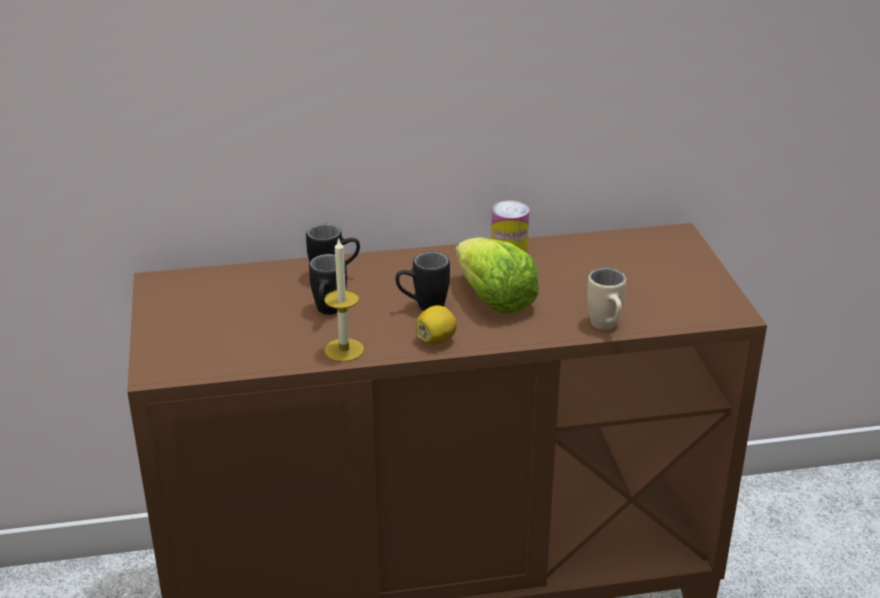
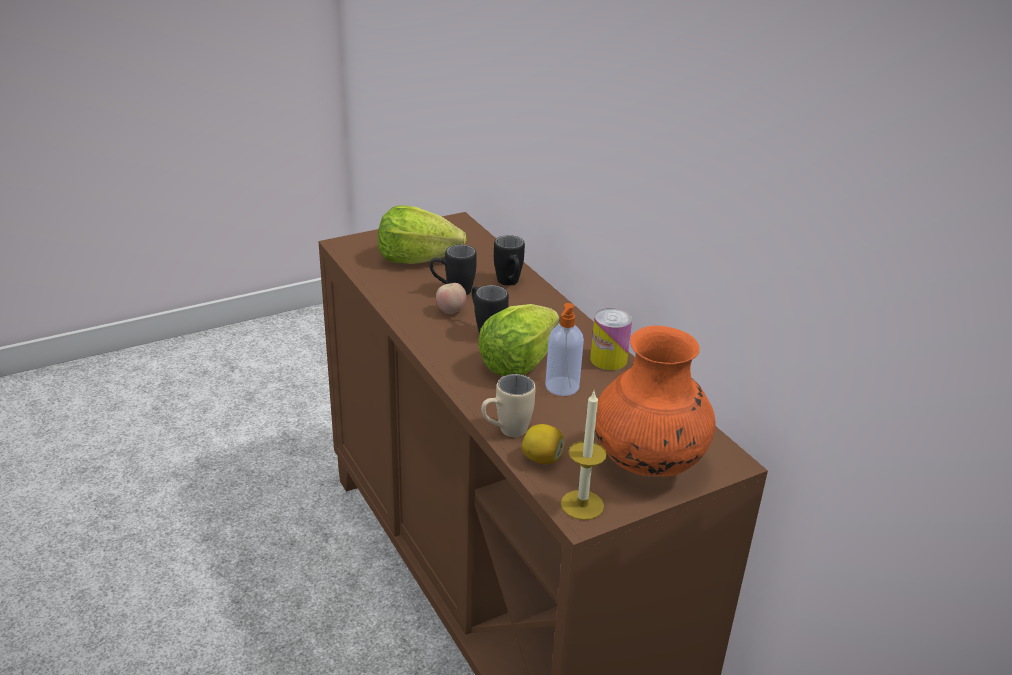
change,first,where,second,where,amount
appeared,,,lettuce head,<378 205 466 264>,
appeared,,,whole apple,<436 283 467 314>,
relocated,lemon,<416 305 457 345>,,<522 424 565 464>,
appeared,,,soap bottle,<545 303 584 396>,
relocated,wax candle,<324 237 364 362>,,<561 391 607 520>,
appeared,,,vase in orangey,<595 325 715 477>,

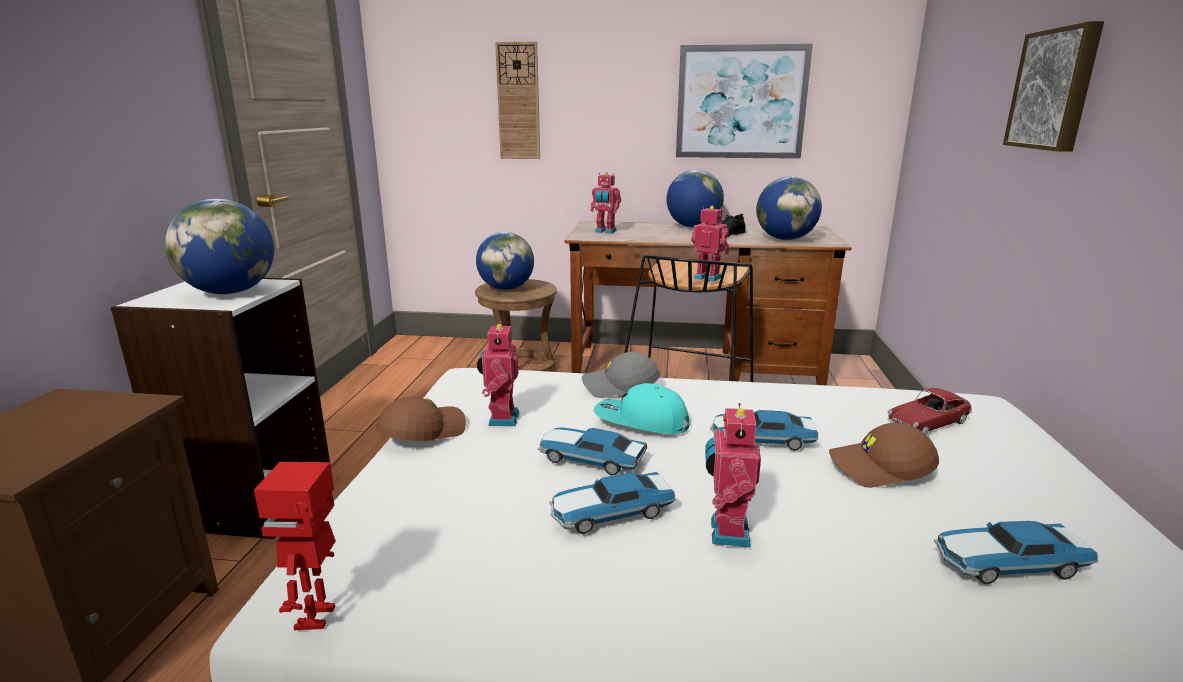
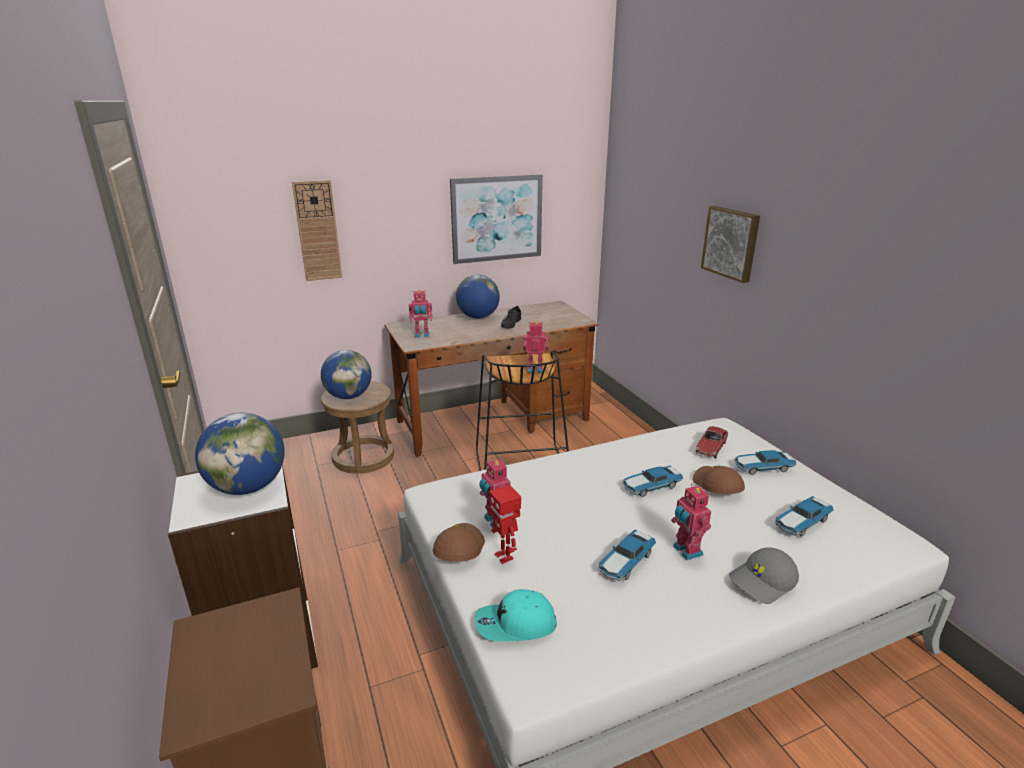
change,first,where,second,where,amount
relocated,baseball cap in turquoise,<594 383 689 434>,,<475 589 557 642>,
relocated,model robot,<254 462 336 630>,,<489 485 521 564>,
spun,baseball cap in brown-coloured,<829 423 939 488>,,<693 466 745 494>,105 degrees clockwise
relocated,baseball cap in grey,<582 352 660 398>,,<729 547 799 604>,
relocated,toy car,<538 427 647 475>,,<734 450 796 475>,
missing,globe,<756 176 822 240>,,,

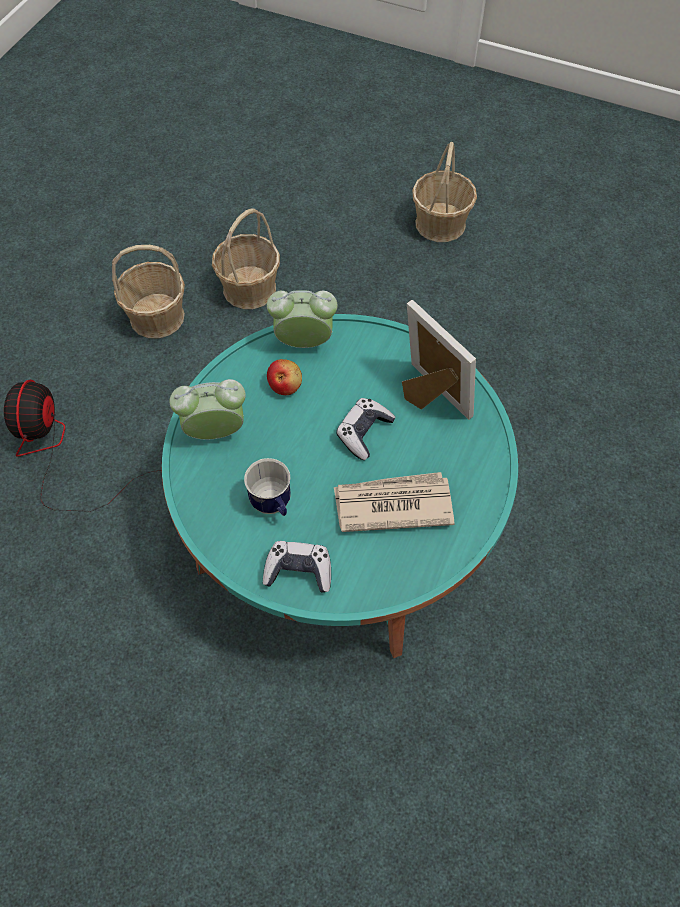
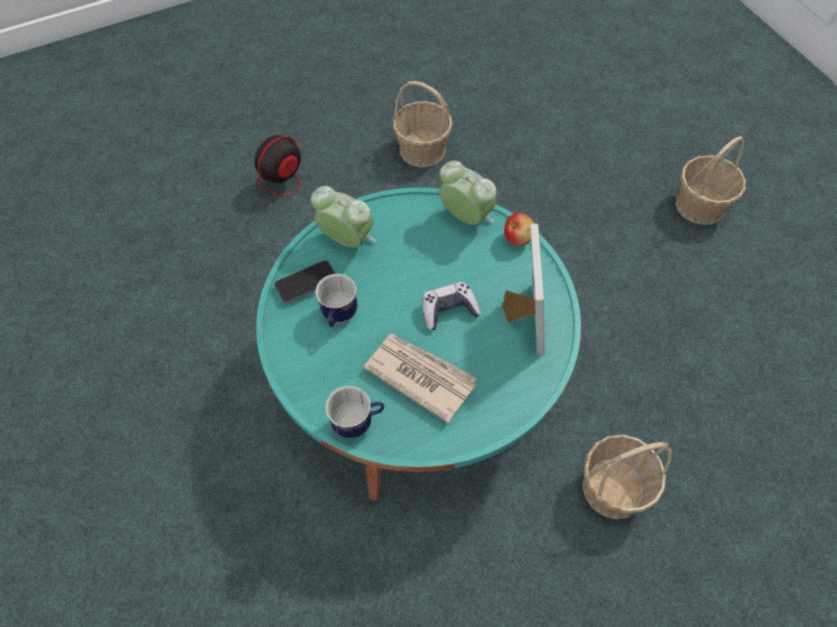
change,first,where,second,where,amount
appeared,,,handset,<274 260 336 304>,
appeared,,,mug,<326 386 384 439>,
relocated,whole apple,<267 359 302 395>,,<504 213 534 246>,
relocated,basket,<212 208 280 309>,,<582 434 672 519>,
missing,joypad,<263 541 331 593>,,,

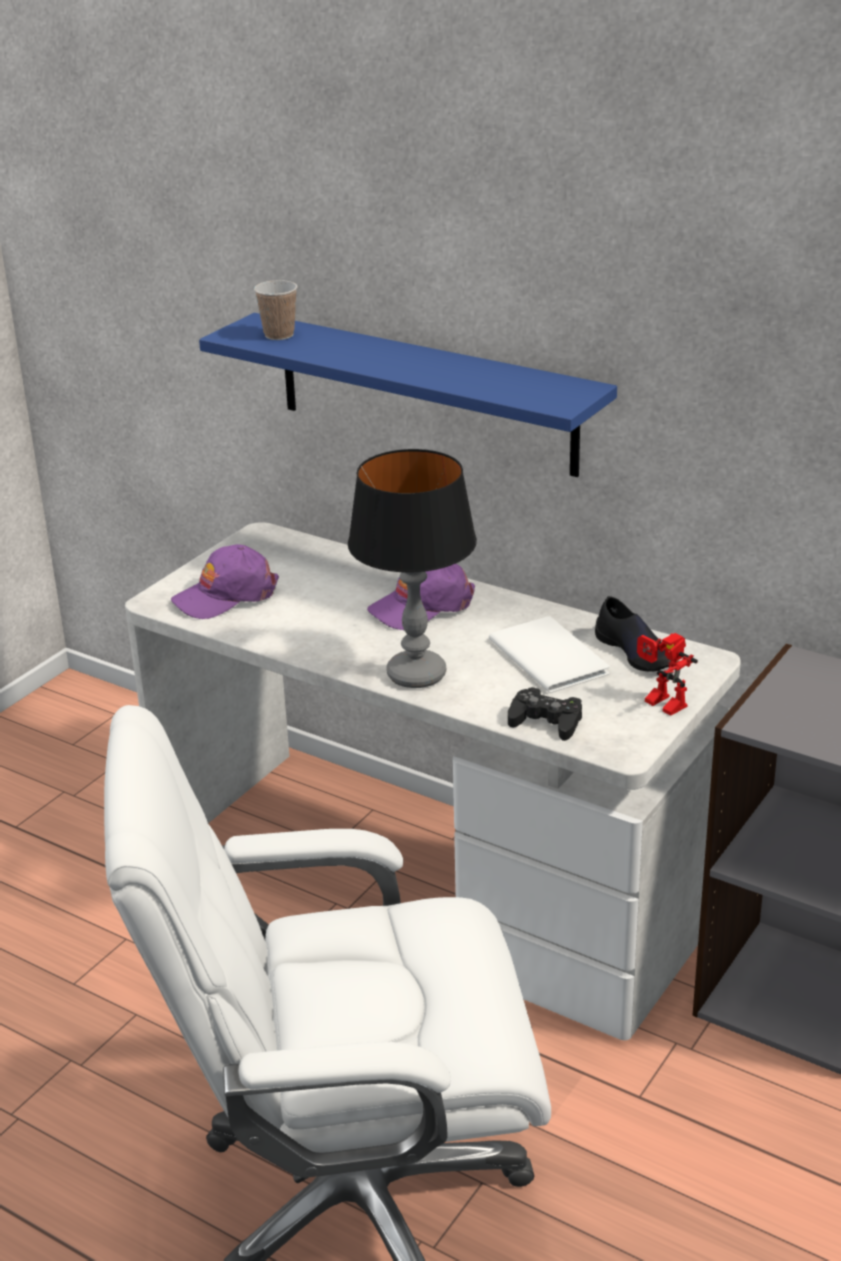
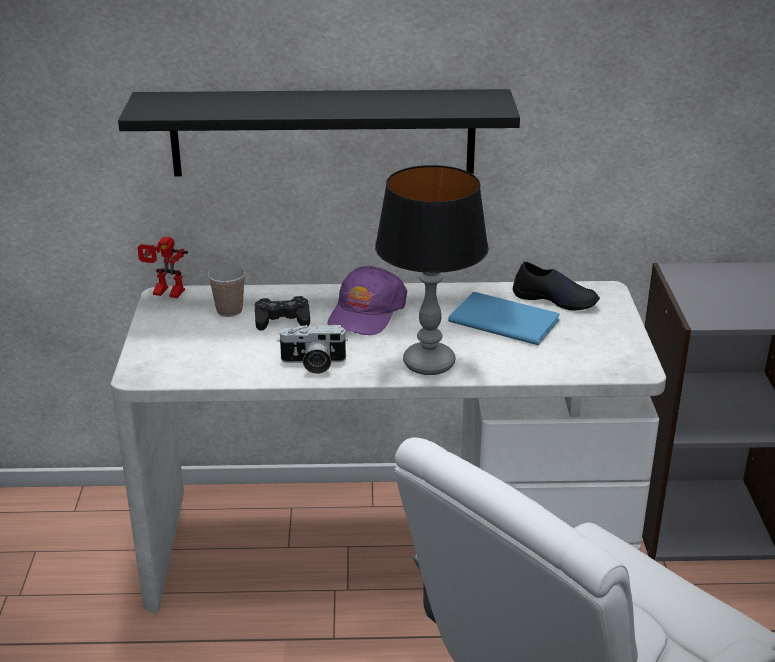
change,first,where,second,where,amount
colour,shelf in blue,<199 313 617 477>,shelf in black,<118 89 520 176>,
relocated,model robot,<637 633 698 716>,,<137 237 188 298>,
relocated,drinking cup,<254 280 297 340>,,<208 264 246 317>,
relocated,joypad in black,<508 687 582 741>,,<255 296 310 331>,
appeared,,,still camera,<278 325 348 374>,
colour,bound book in white,<489 616 610 693>,bound book in blue,<448 292 560 345>,
missing,baseball cap in purple-coloured,<171 544 279 619>,,,

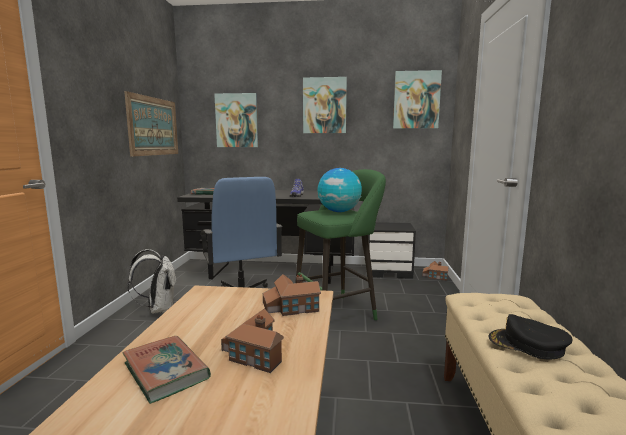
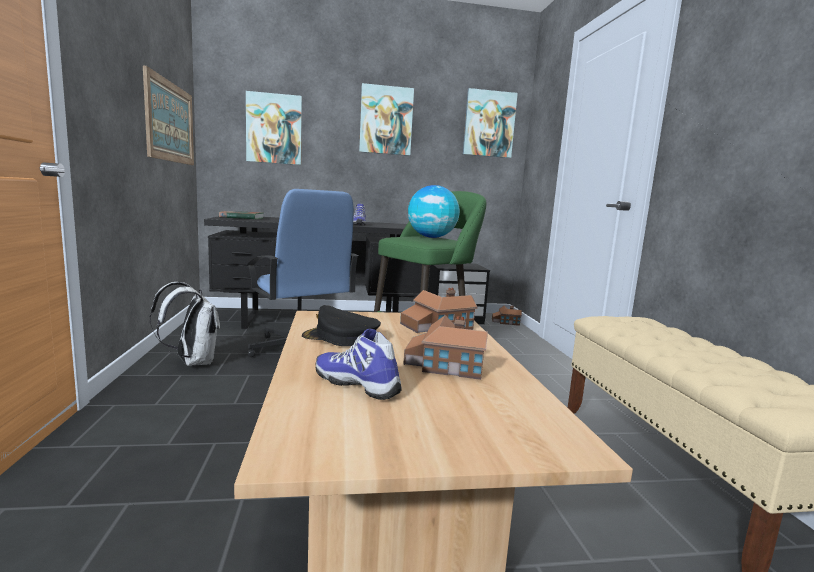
change,first,where,second,where,amount
relocated,baseball cap in black,<489 314 572 359>,,<302 305 381 346>,
exchanged,bound book,<123 336 211 404>,low shoe,<316 329 402 400>,

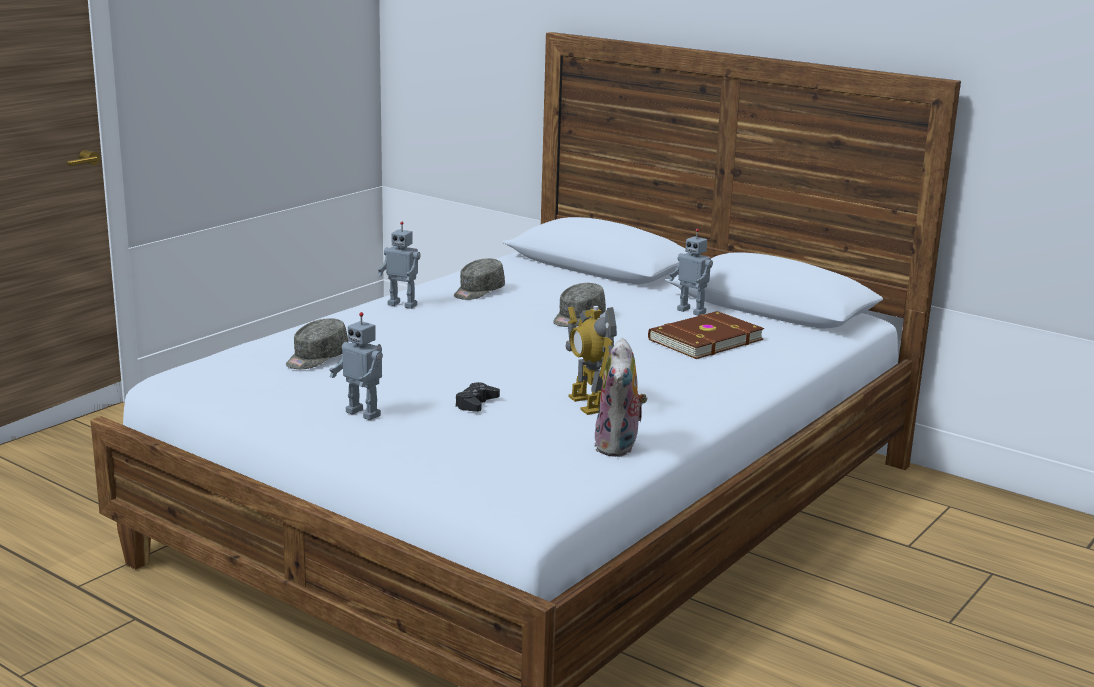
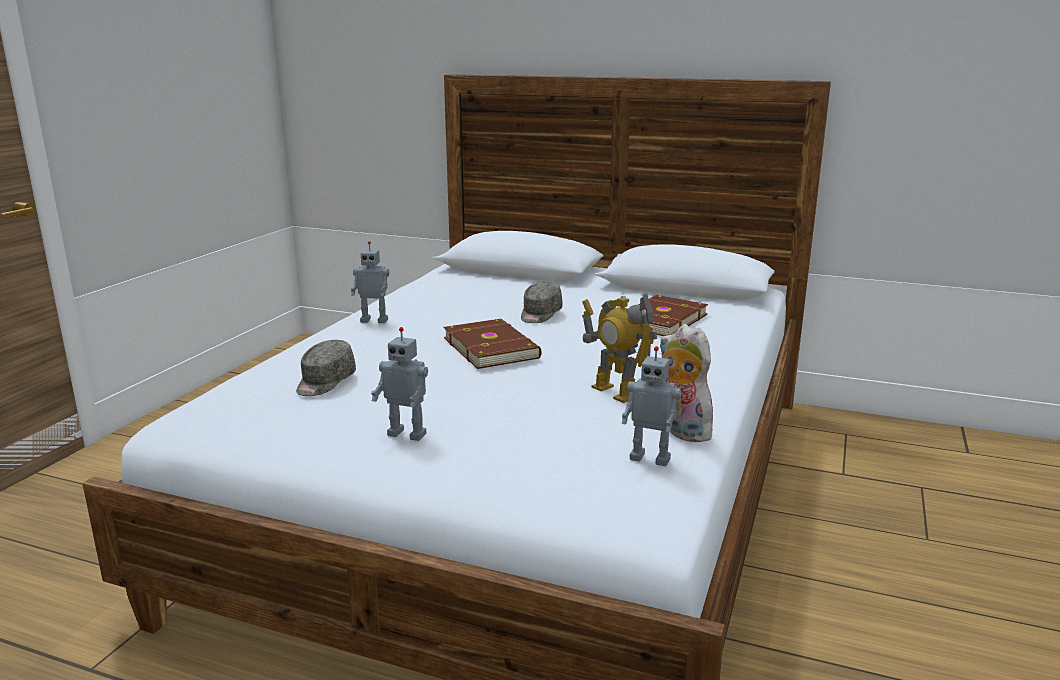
change,first,where,second,where,amount
appeared,,,bound book in brown-coloured,<444 319 542 369>,
relocated,model robot,<669 229 713 316>,,<622 346 681 466>,
spun,cuddly toy,<594 338 648 457>,,<659 324 718 442>,150 degrees clockwise
missing,baseball cap in grey,<454 258 505 300>,,,
missing,joypad in black,<455 382 500 412>,,,

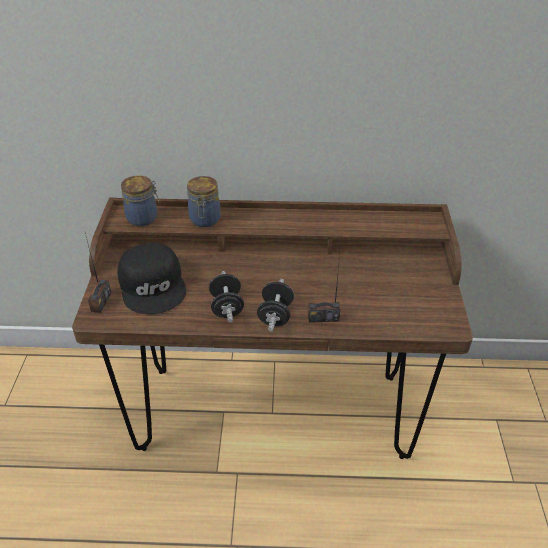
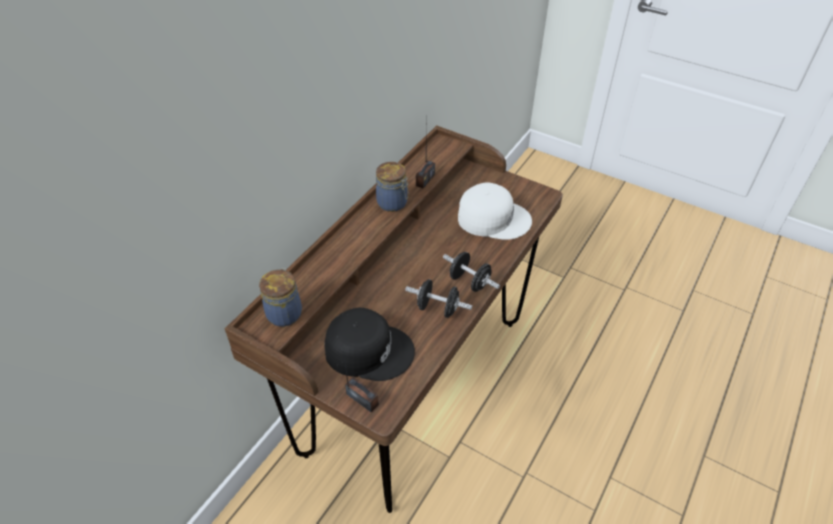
change,first,where,second,where,amount
relocated,jar,<187 176 221 227>,,<376 162 409 212>,
relocated,radio receiver,<308 255 341 323>,,<416 116 435 189>,
appeared,,,baseball cap in white,<458 182 532 240>,

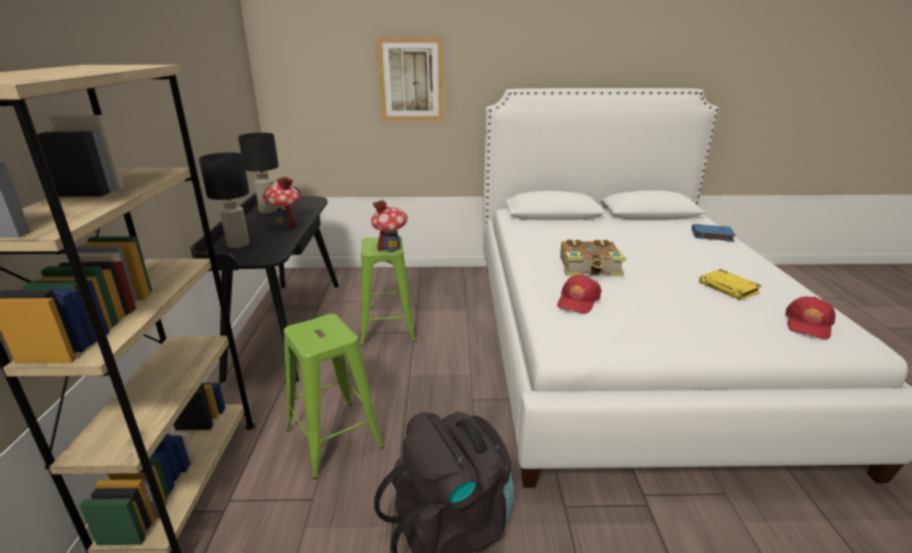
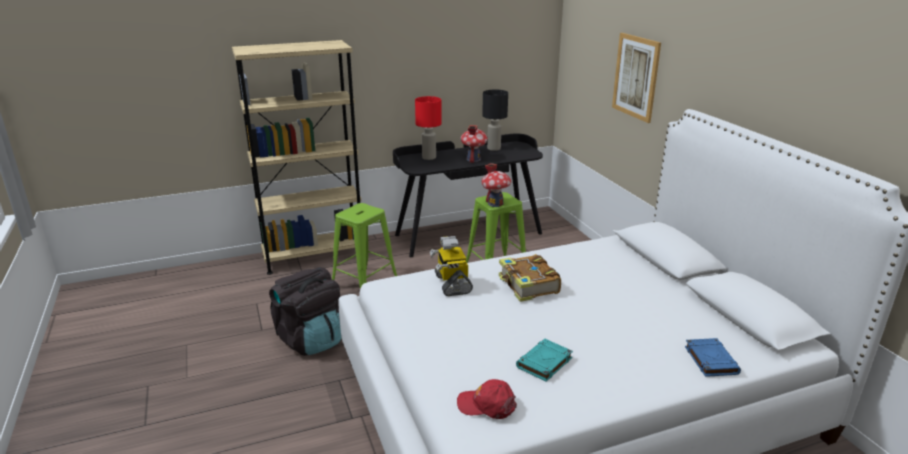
change,first,where,second,where,amount
colour,tabletop lamp in black,<199 152 249 248>,tabletop lamp in red,<415 96 442 160>,
exchanged,baseball cap in red,<557 275 601 313>,model robot,<430 236 473 296>,
colour,bound book in yellow-coloured,<699 269 762 300>,bound book in turquoise,<516 339 573 382>,

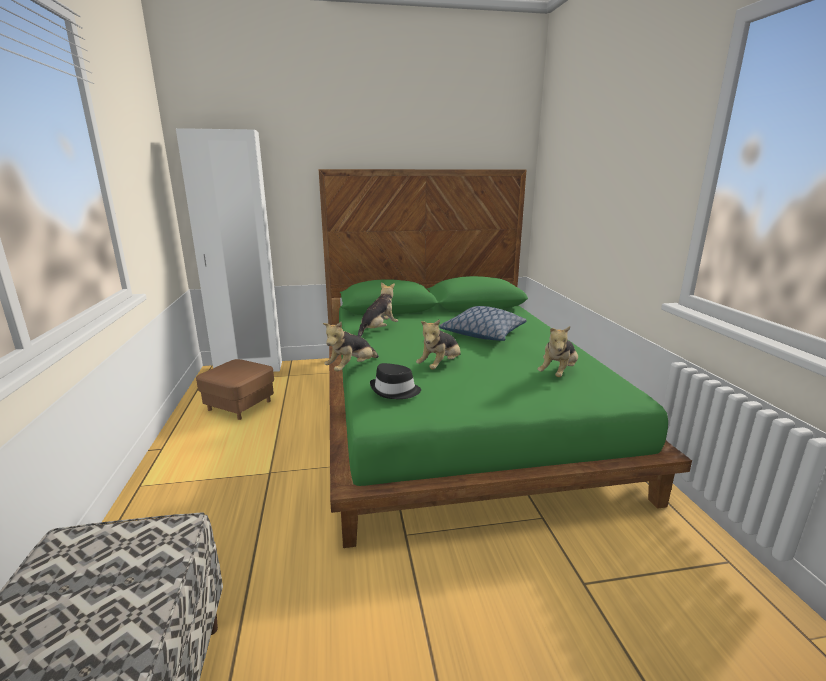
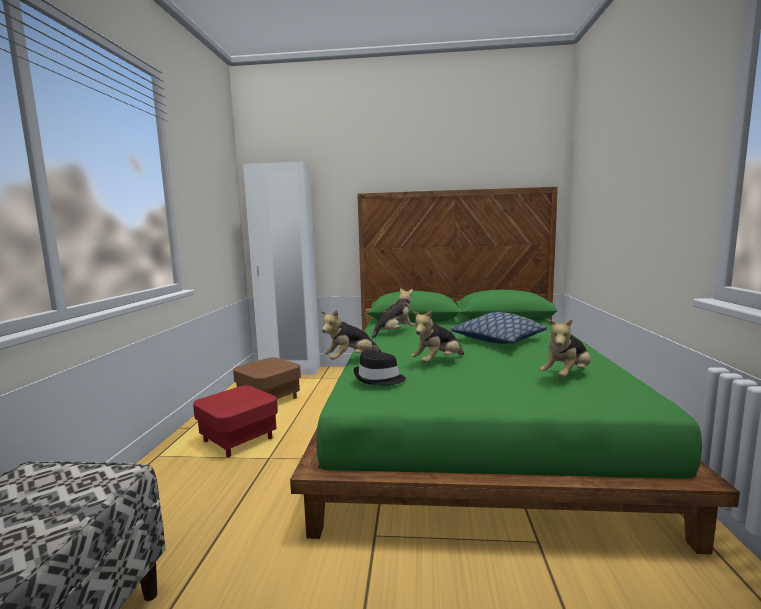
change,first,where,second,where,amount
appeared,,,ottoman in red,<193 385 278 457>,

